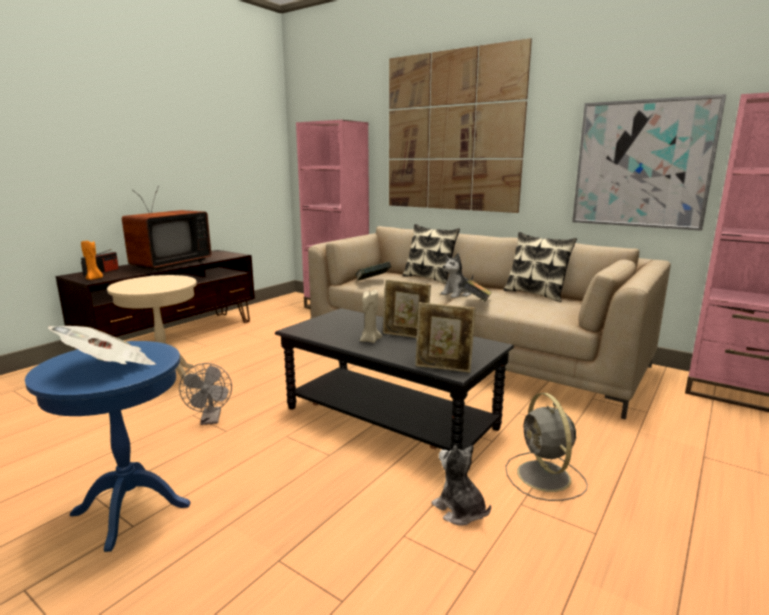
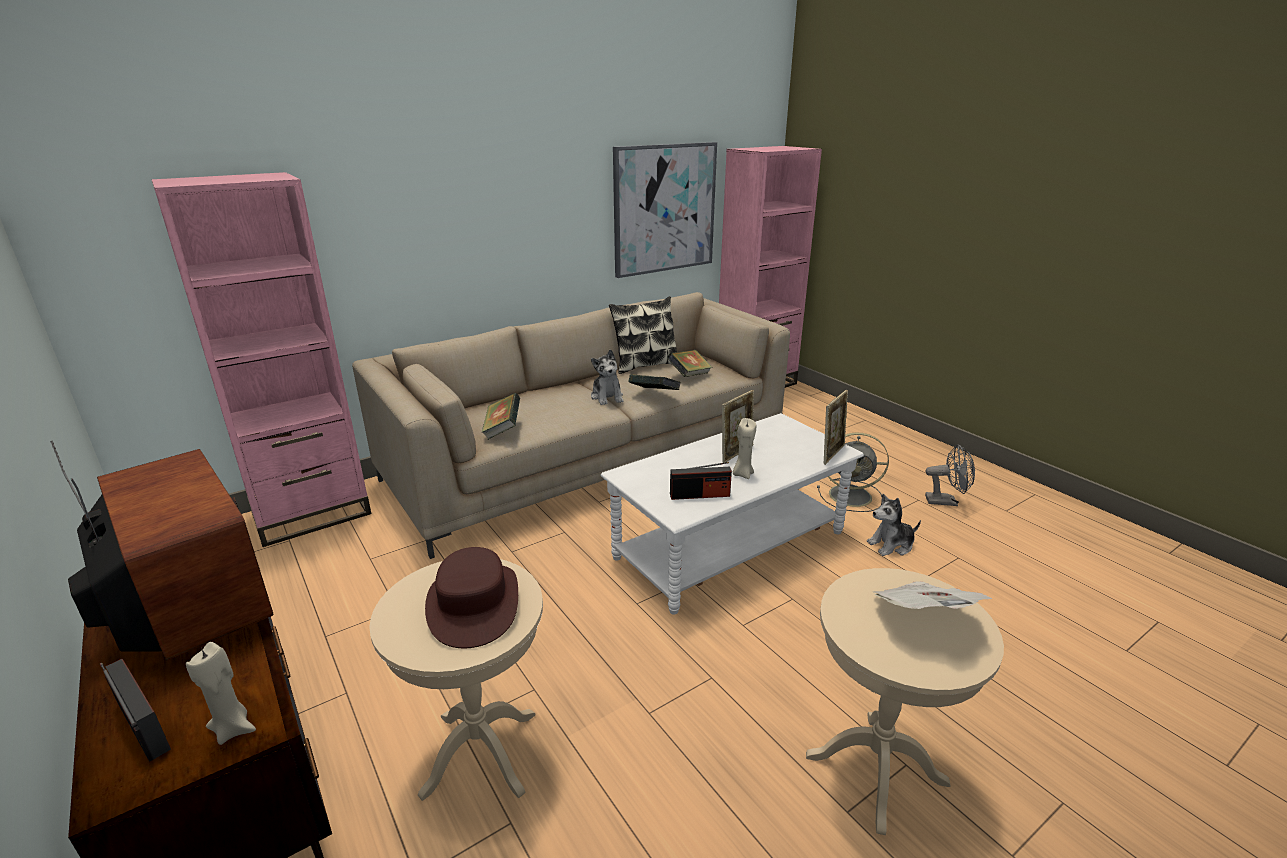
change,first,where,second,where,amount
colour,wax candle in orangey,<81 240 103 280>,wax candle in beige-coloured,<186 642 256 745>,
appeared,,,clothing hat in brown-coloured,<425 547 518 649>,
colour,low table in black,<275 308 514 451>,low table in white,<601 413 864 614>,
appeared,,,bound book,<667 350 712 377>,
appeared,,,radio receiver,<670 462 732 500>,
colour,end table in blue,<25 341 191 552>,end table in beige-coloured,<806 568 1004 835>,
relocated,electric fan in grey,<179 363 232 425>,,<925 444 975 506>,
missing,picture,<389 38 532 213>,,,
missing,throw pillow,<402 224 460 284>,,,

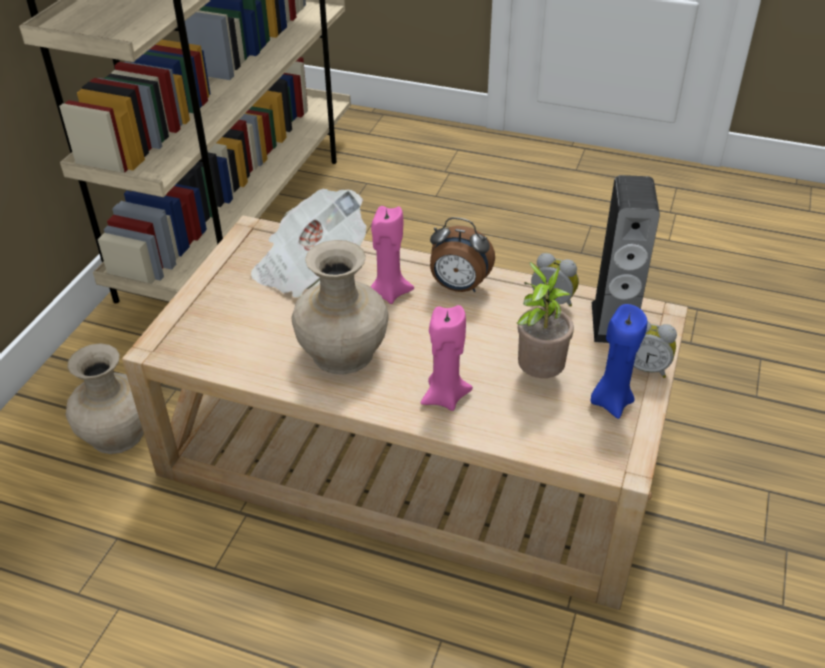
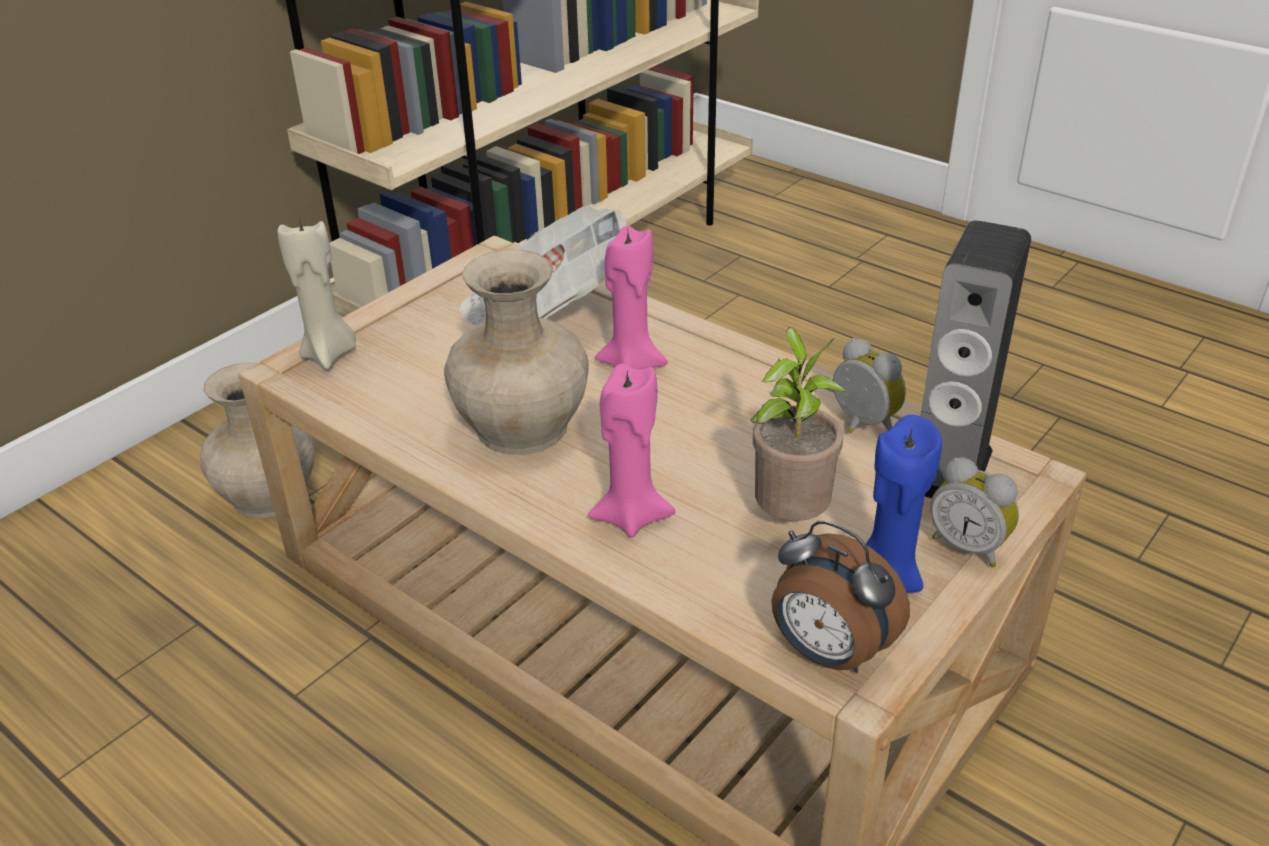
change,first,where,second,where,amount
appeared,,,wax candle in beige-coloured,<277 219 356 369>,
relocated,alarm clock,<430 217 495 292>,,<771 521 910 673>,

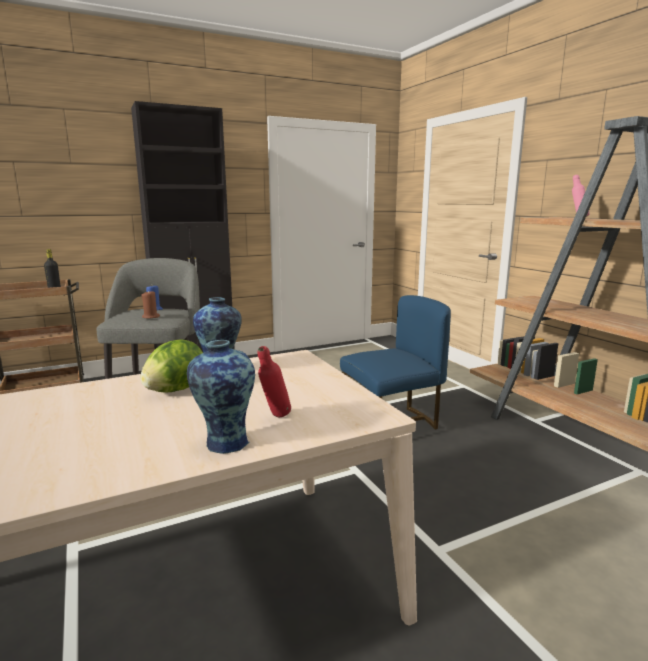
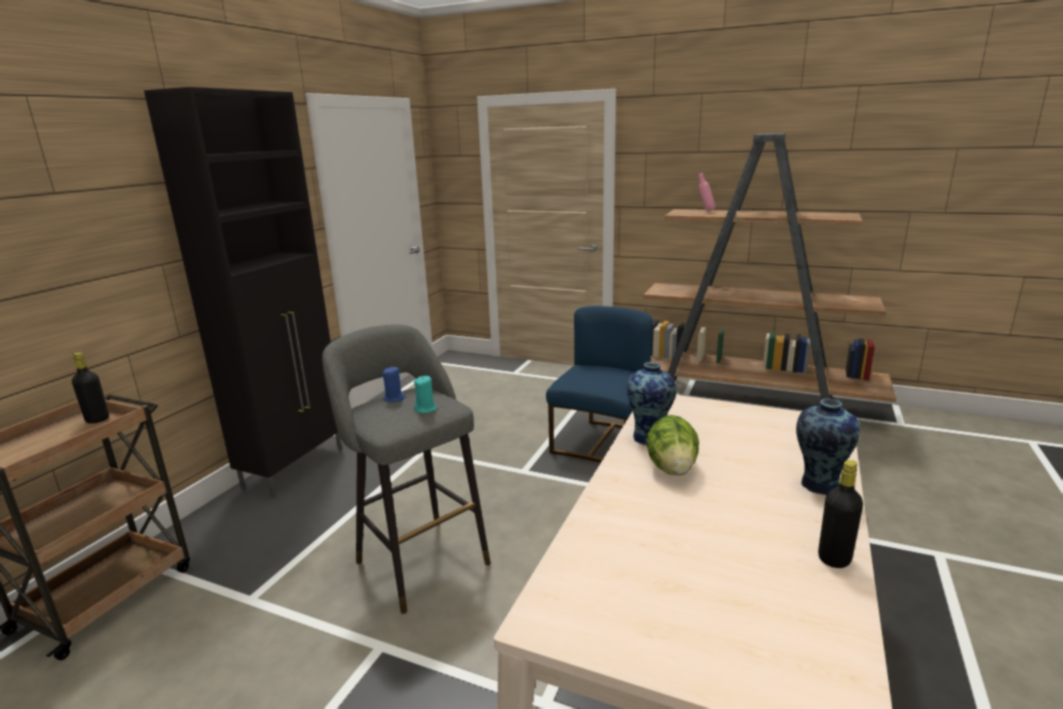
change,first,where,second,where,amount
colour,wax candle in brown-coloured,<141 290 160 319>,wax candle in turquoise,<414 376 437 413>,
appeared,,,bottle in black,<818 460 863 568>,
missing,bottle in red,<258 346 291 417>,,,

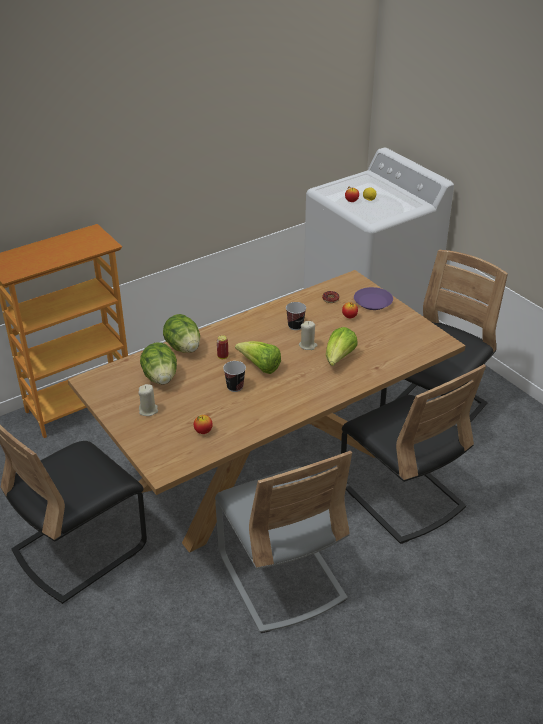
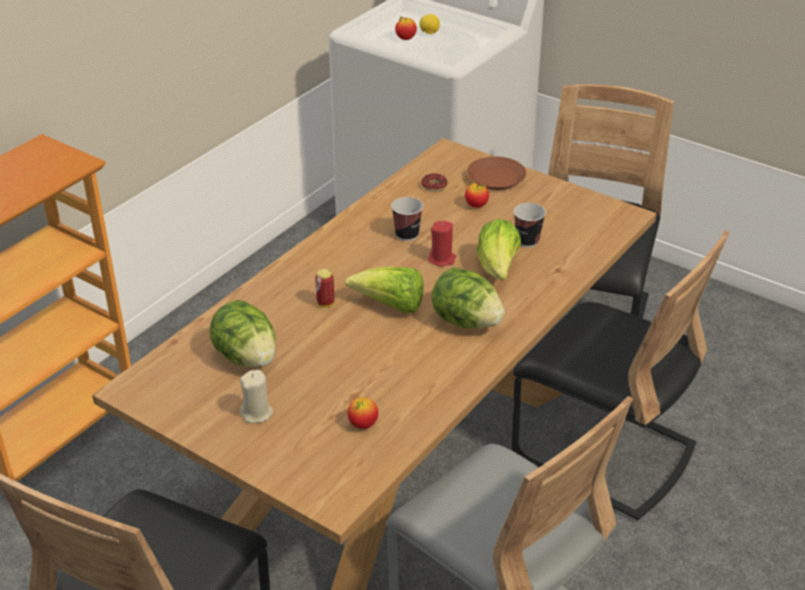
change,first,where,second,where,amount
colour,wax candle in beige-coloured,<299 321 318 350>,wax candle in red,<428 221 456 266>,
relocated,lettuce head,<163 314 200 353>,,<431 267 505 329>,
colour,flat dish in purple-coloured,<354 287 393 310>,flat dish in brown-coloured,<467 156 526 190>,
relocated,drinking cup,<223 361 246 392>,,<514 203 546 247>,

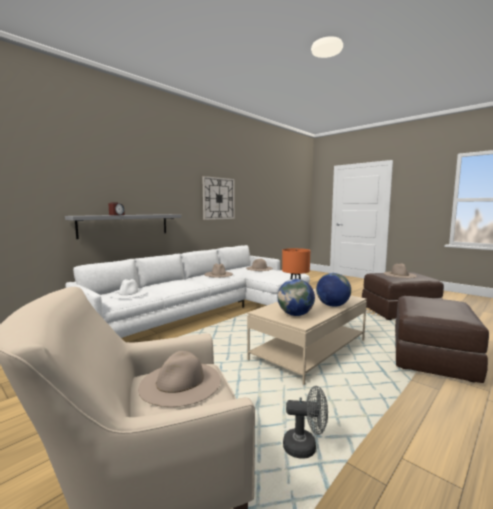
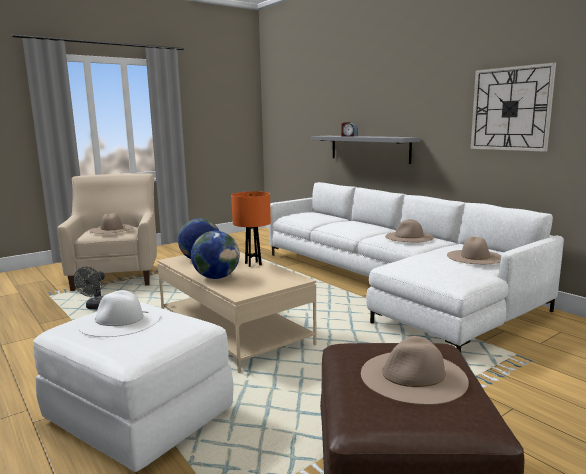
change,first,where,second,where,amount
colour,ottoman in brown-coloured,<395 296 489 383>,ottoman in white,<33 302 234 472>,
relocated,clothing hat in white,<109 279 148 299>,,<77 290 161 337>,

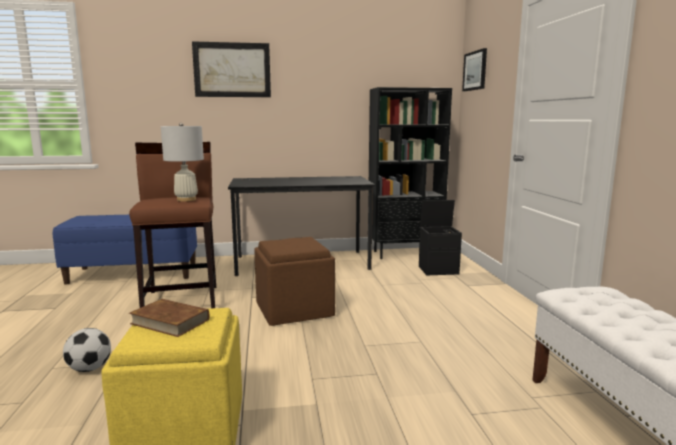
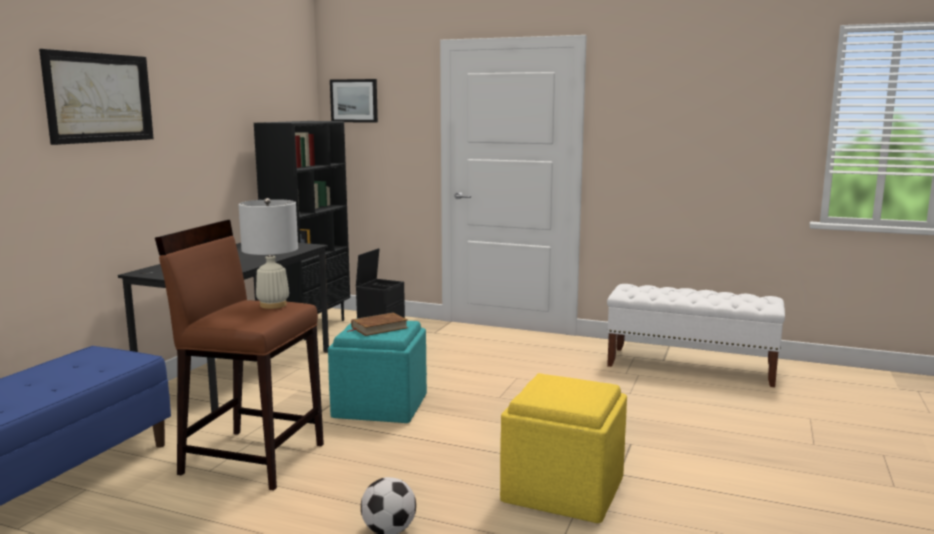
change,first,where,second,where,amount
colour,ottoman in brown-coloured,<254 237 335 326>,ottoman in turquoise,<328 318 427 423>,
relocated,bound book in brown-coloured,<129 299 209 337>,,<347 312 408 336>,

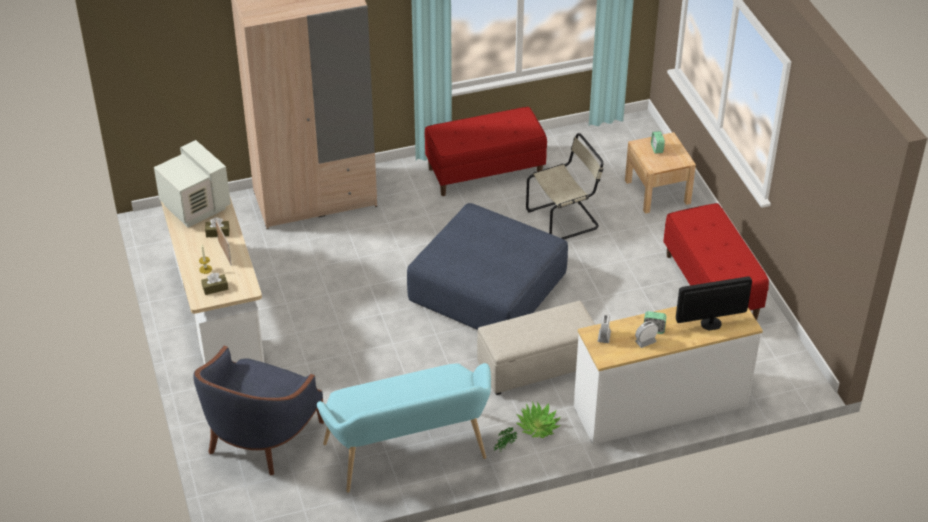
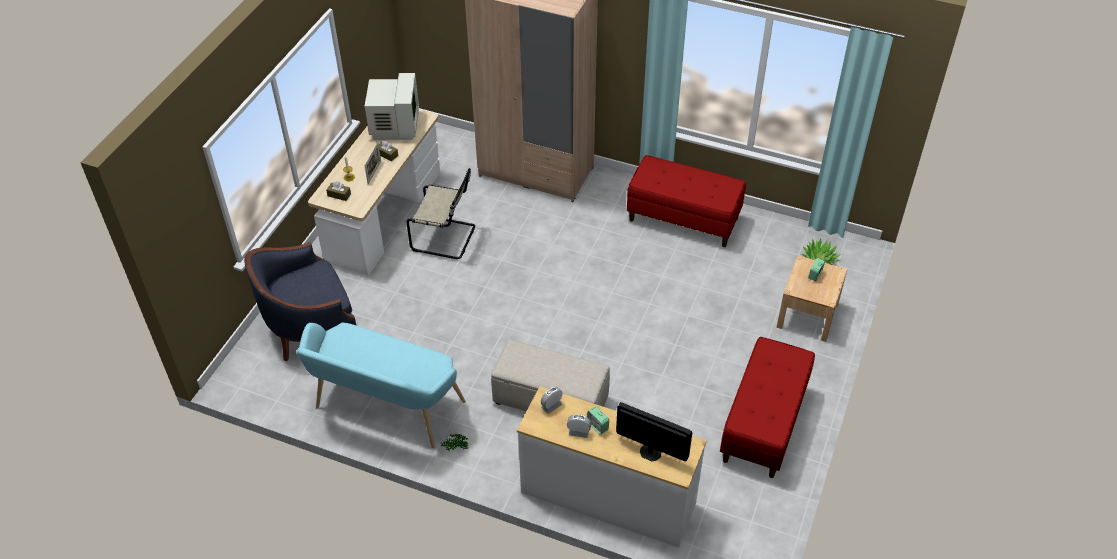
change,first,where,second,where,amount
relocated,plain chair in beige-coloured,<526 133 603 239>,,<406 168 475 259>,
relocated,houseplant,<516 401 561 438>,,<802 238 840 265>,
missing,ottoman in blue,<407 203 568 330>,,,

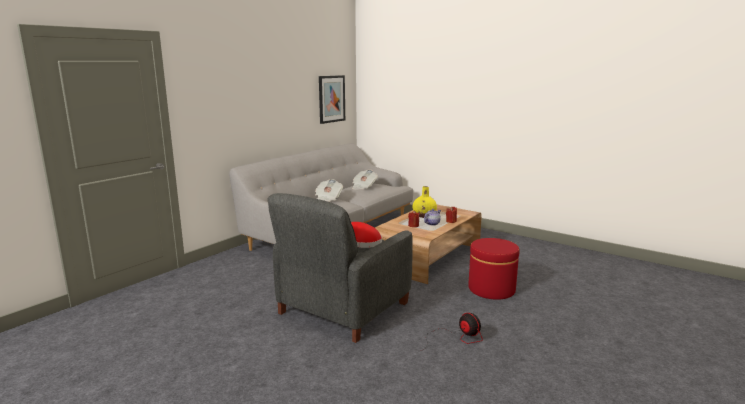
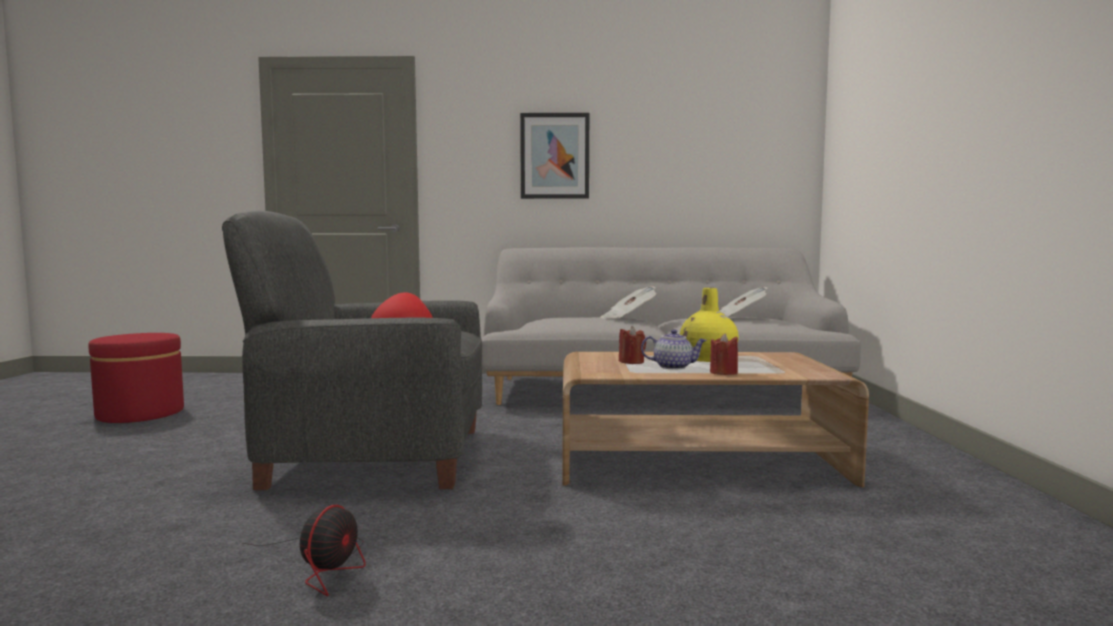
change,first,where,second,where,amount
relocated,ottoman in red,<468 238 520 300>,,<88 333 184 423>,
relocated,picture,<319 75 345 124>,,<520 113 589 199>,

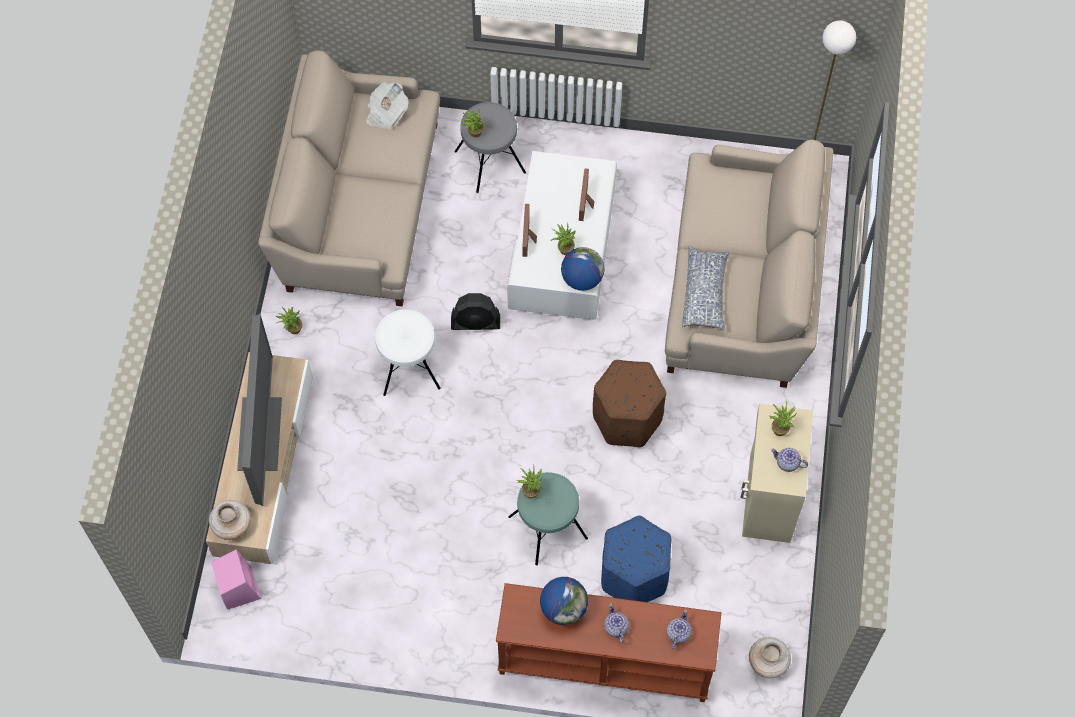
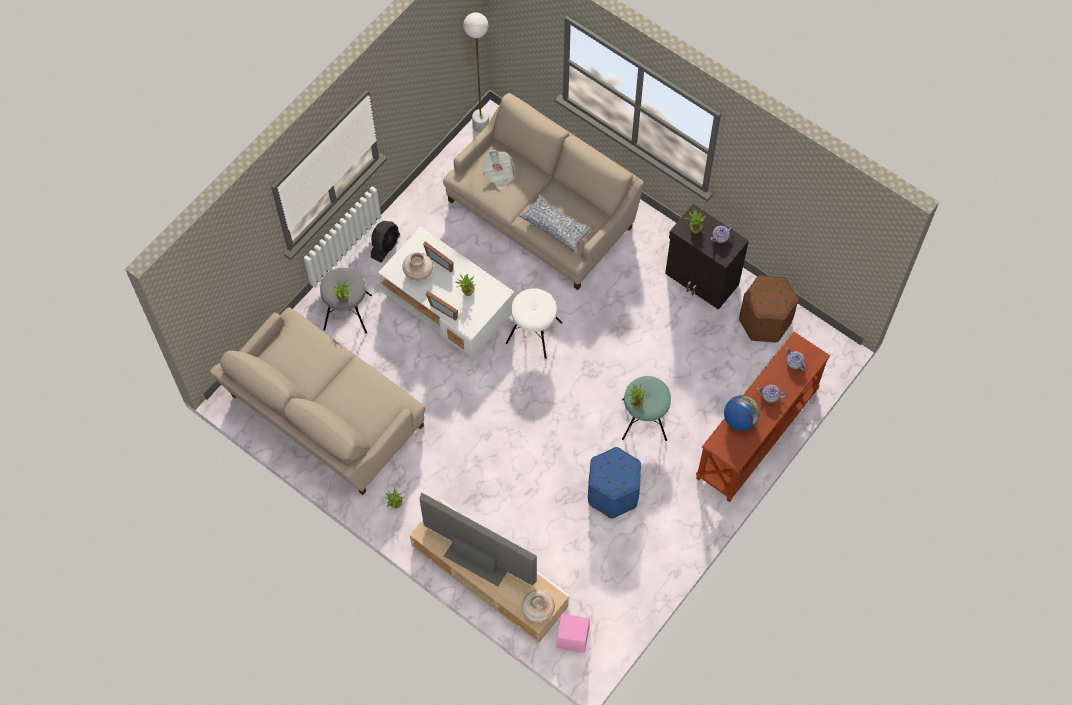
change,first,where,second,where,amount
relocated,electric fan in black,<451 293 500 330>,,<371 221 400 263>,
relocated,vase in beige-coloured,<749 637 791 679>,,<403 252 433 280>,
relocated,printed paper,<366 82 408 130>,,<482 149 515 190>,
relocated,stool seat in white,<375 309 441 396>,,<506 288 562 359>,
relocated,ottoman in blue,<601 516 672 602>,,<588 447 641 519>,
colour,cupboard in beige-coloured,<741 404 813 543>,cupboard in black,<665 204 749 310>,
relocated,ottoman in brown-coloured,<593 360 666 447>,,<739 275 798 343>,
missing,globe,<561 247 605 291>,,,

